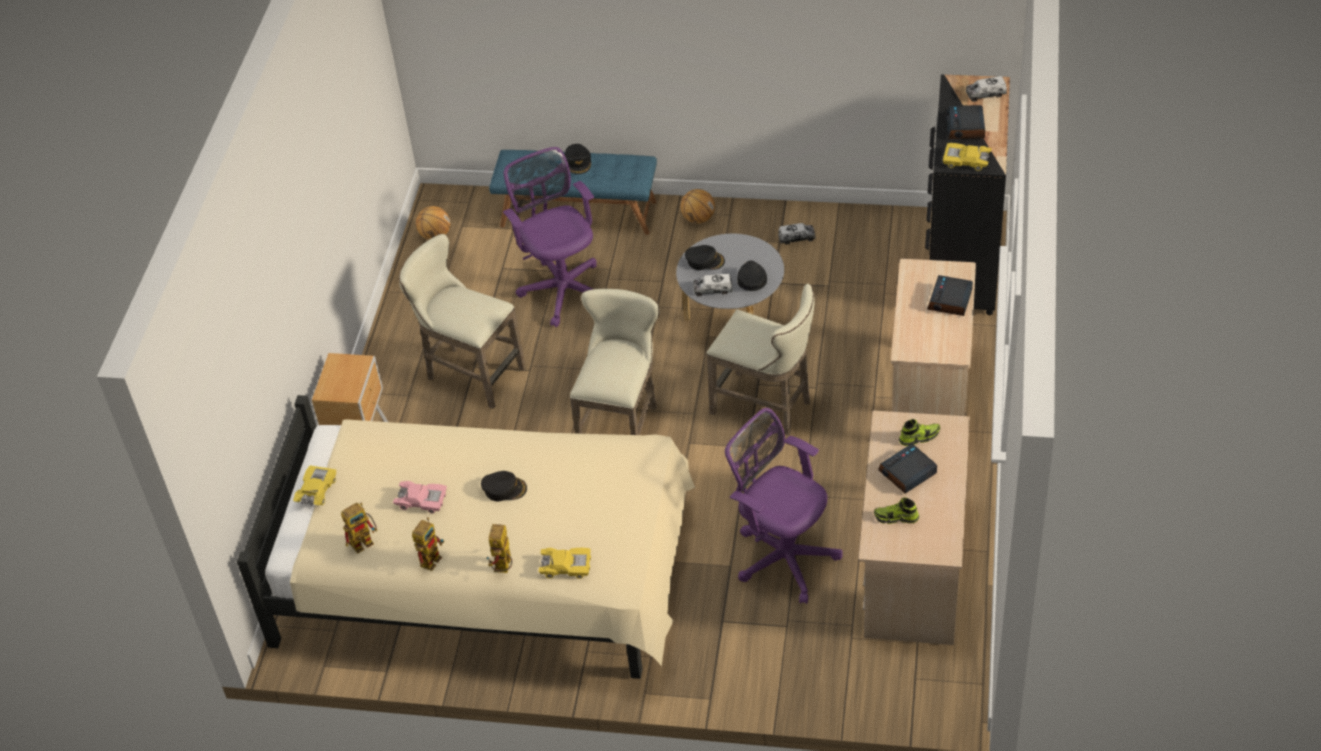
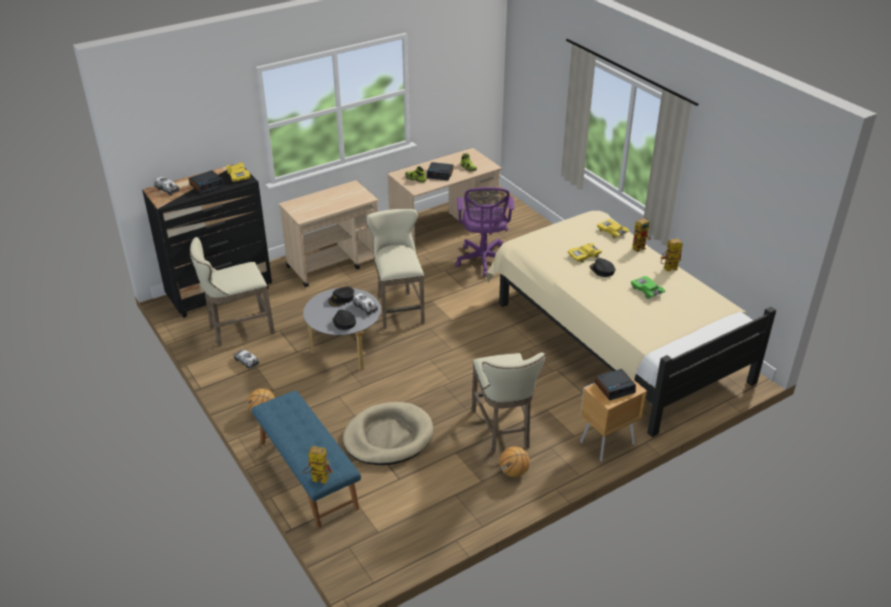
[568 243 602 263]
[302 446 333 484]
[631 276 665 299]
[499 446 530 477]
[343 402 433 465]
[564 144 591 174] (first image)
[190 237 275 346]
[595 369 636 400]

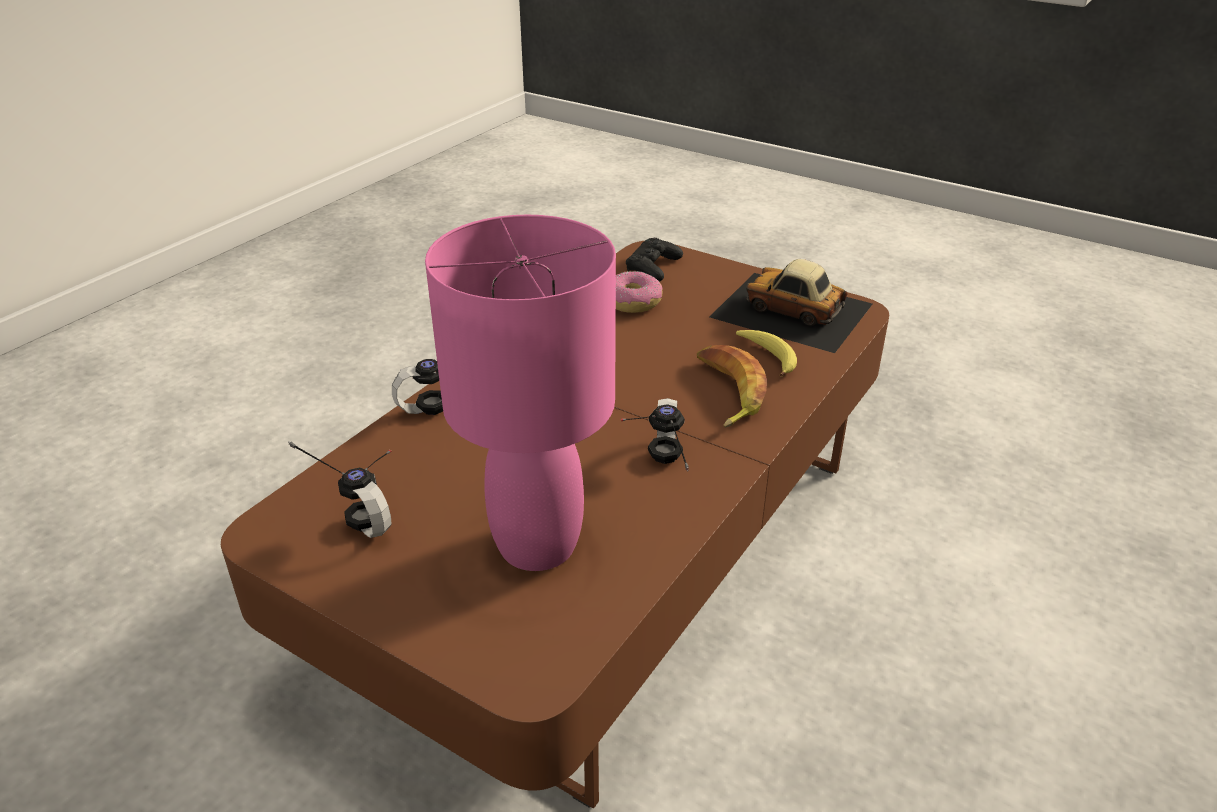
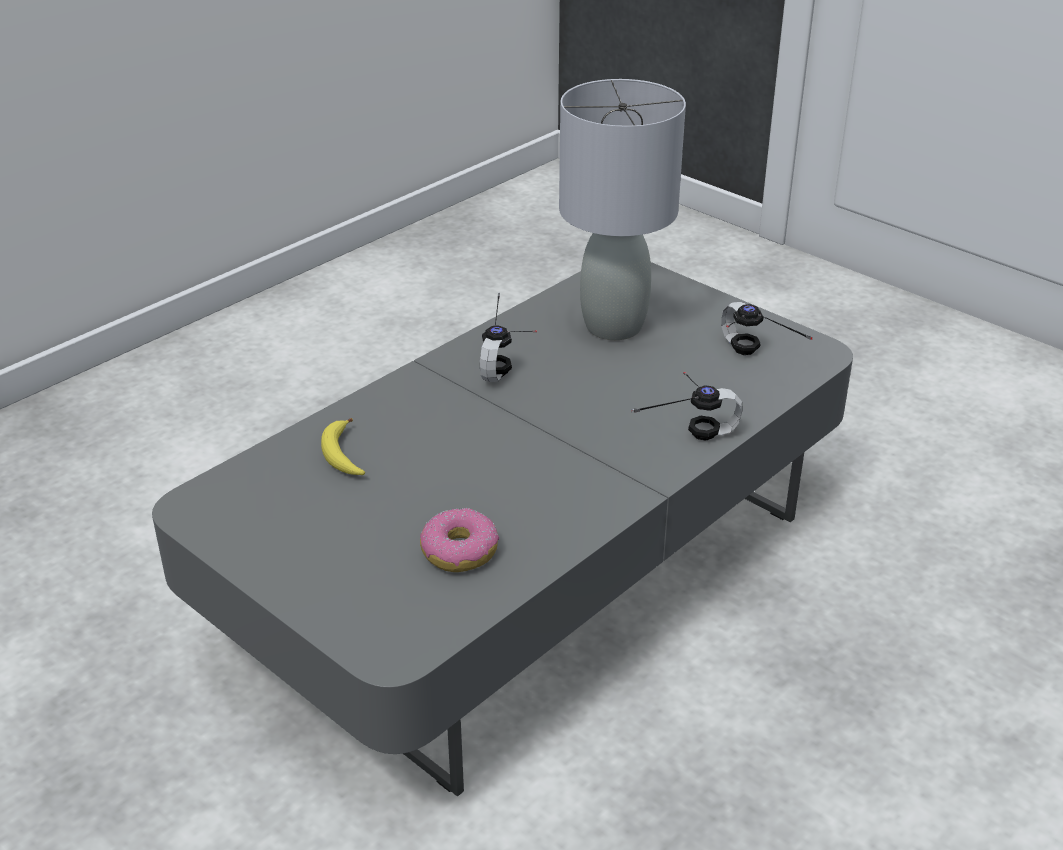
[152 262 853 796]
[559 79 686 340]
[626 238 683 282] (first image)
[697 345 767 428] (first image)
[709 259 872 353] (first image)

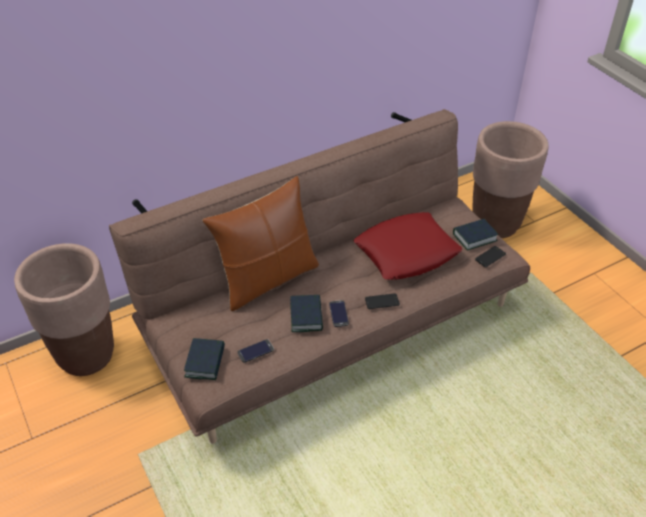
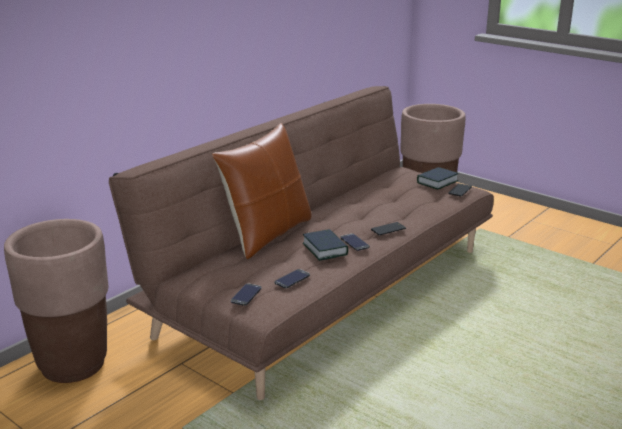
[231 283 261 306]
[354 212 462 280] (first image)

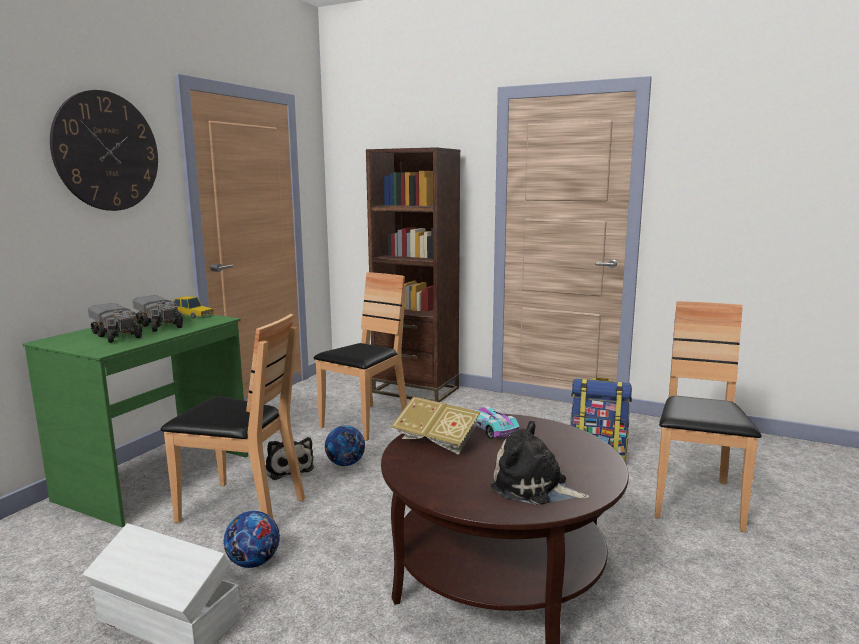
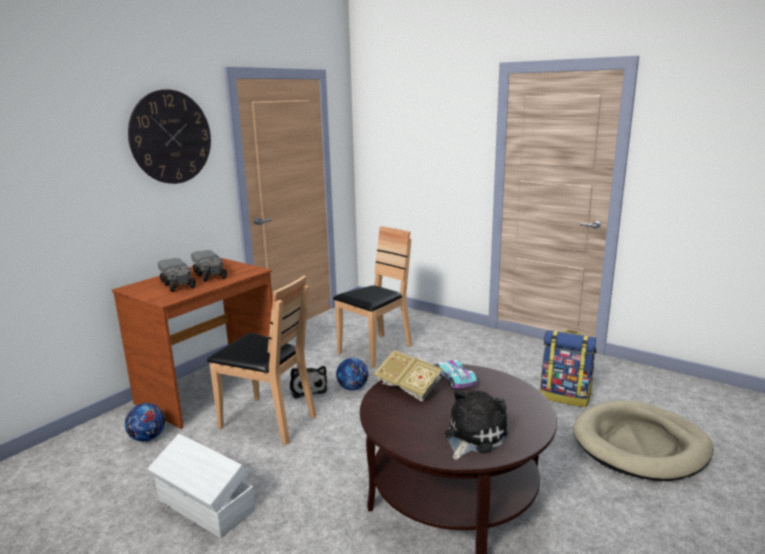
[112 258 273 429]
[173 296 213 318] (first image)
[125 403 165 442]
[366 147 461 402] (first image)
[445 390 508 460]
[573 401 713 481]

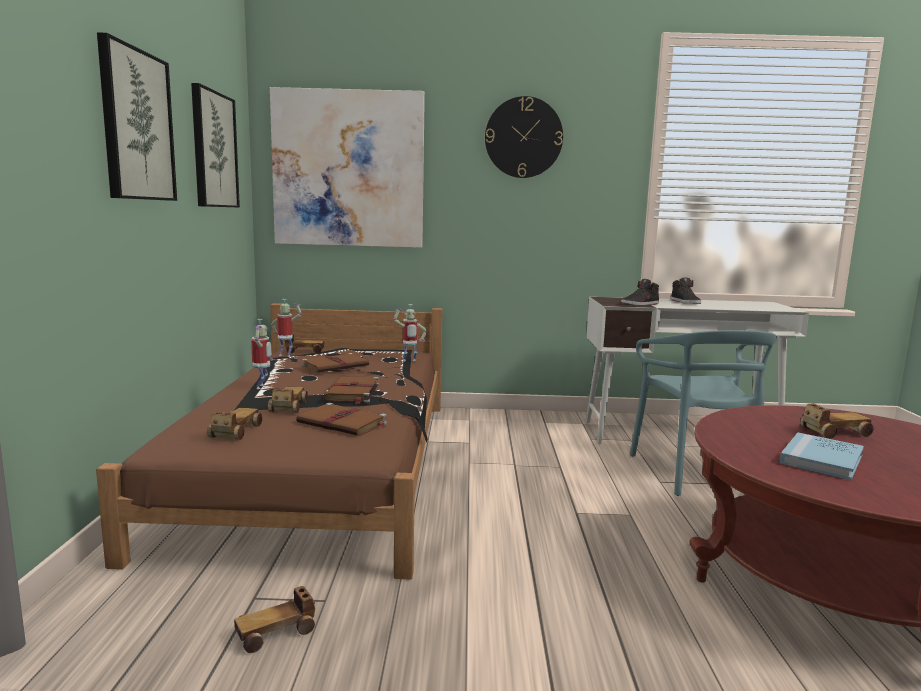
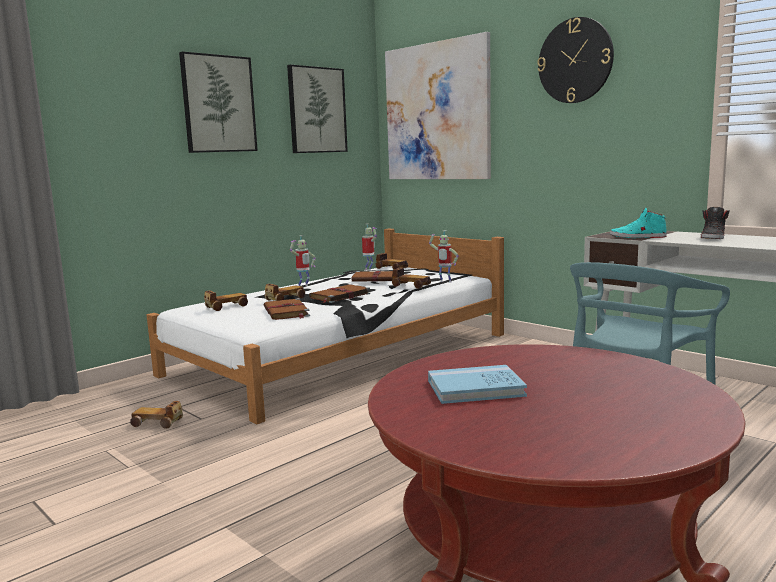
[147 229 504 424]
[610 208 667 238]
[392 268 431 289]

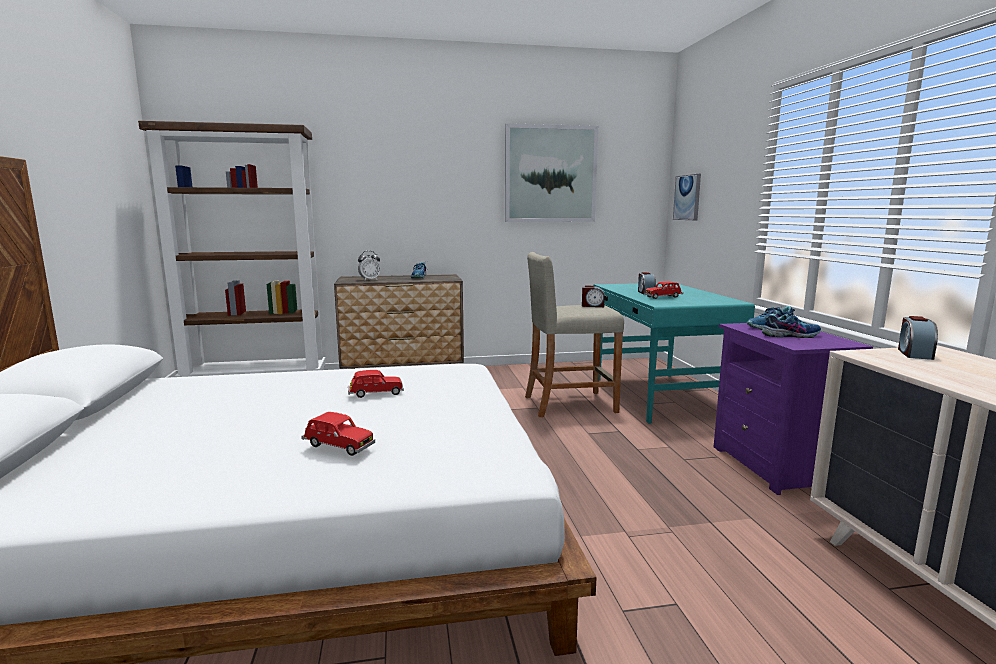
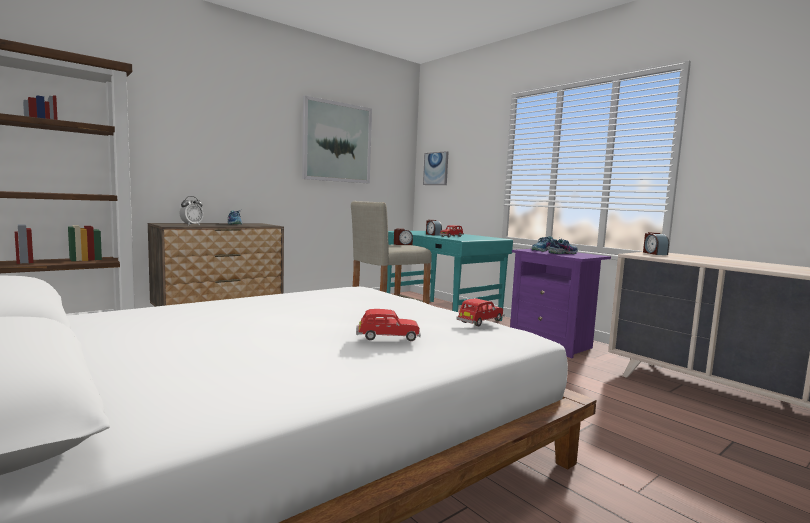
[456 298 504 326]

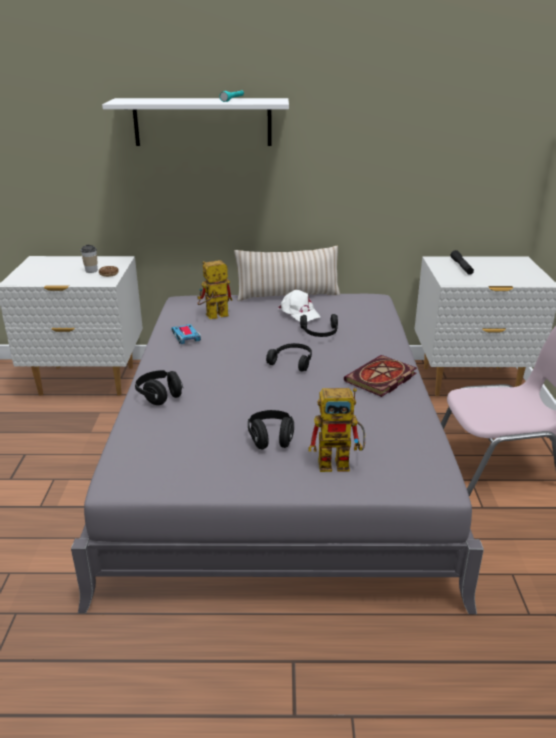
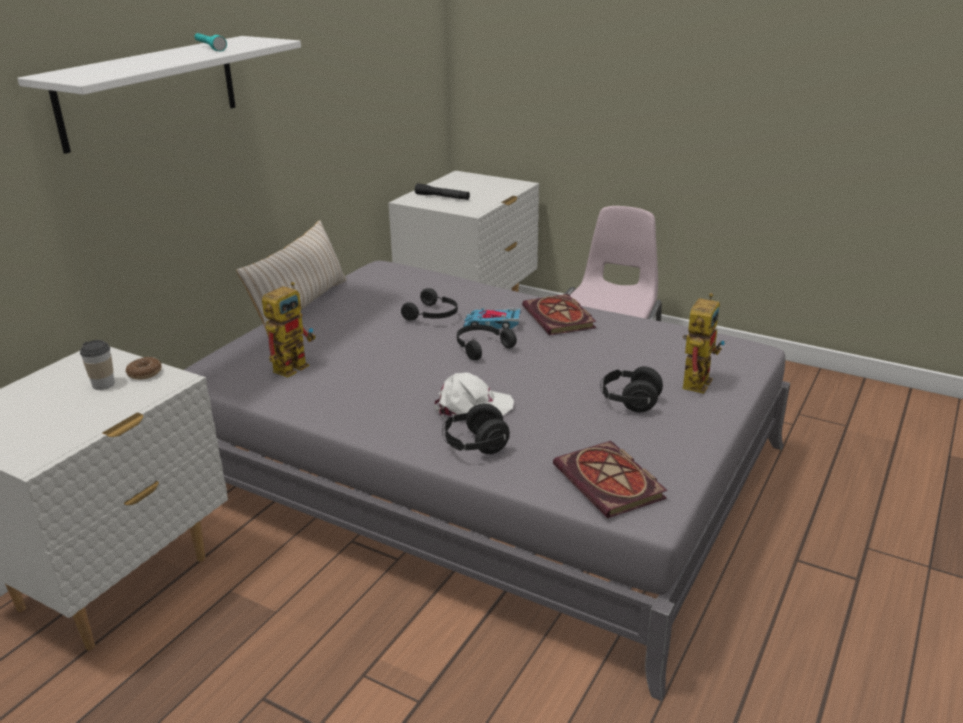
[463 308 521 329]
[262 282 316 378]
[434 372 514 418]
[553 441 667 518]

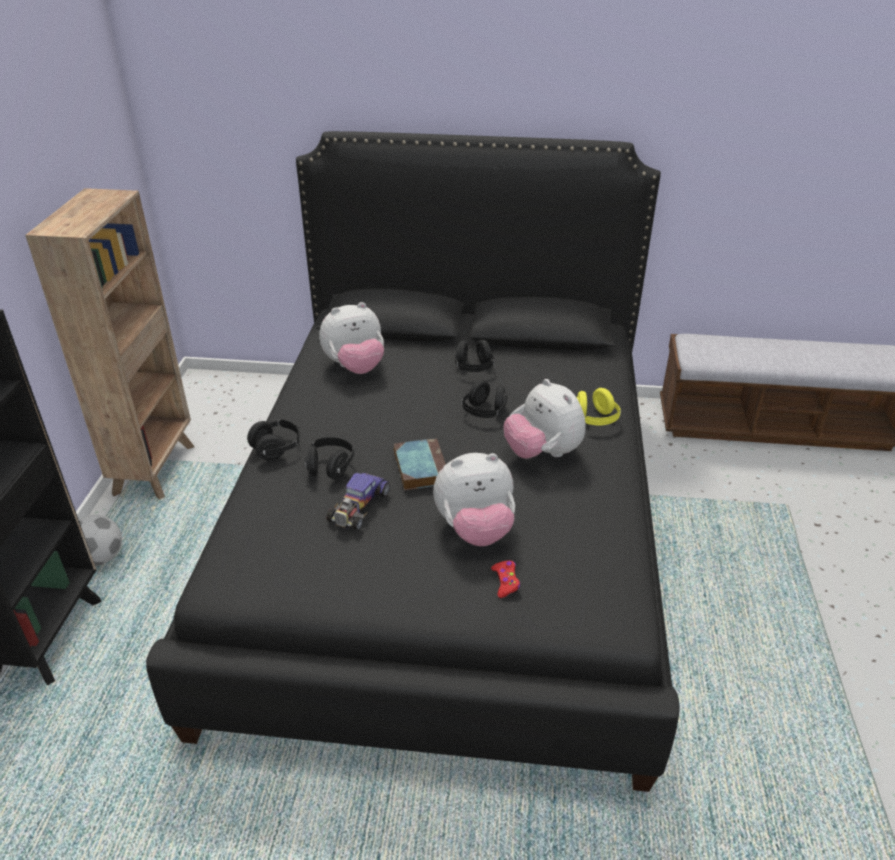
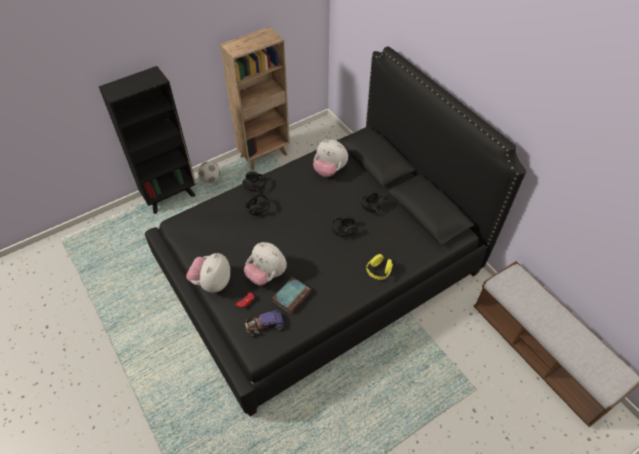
[245 310 284 337]
[273 277 311 314]
[186 253 230 293]

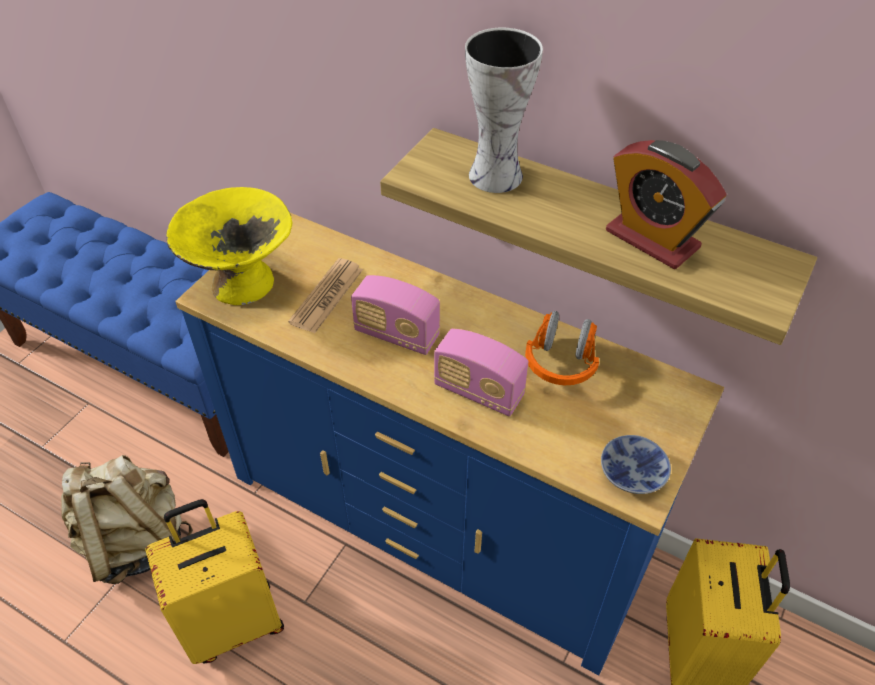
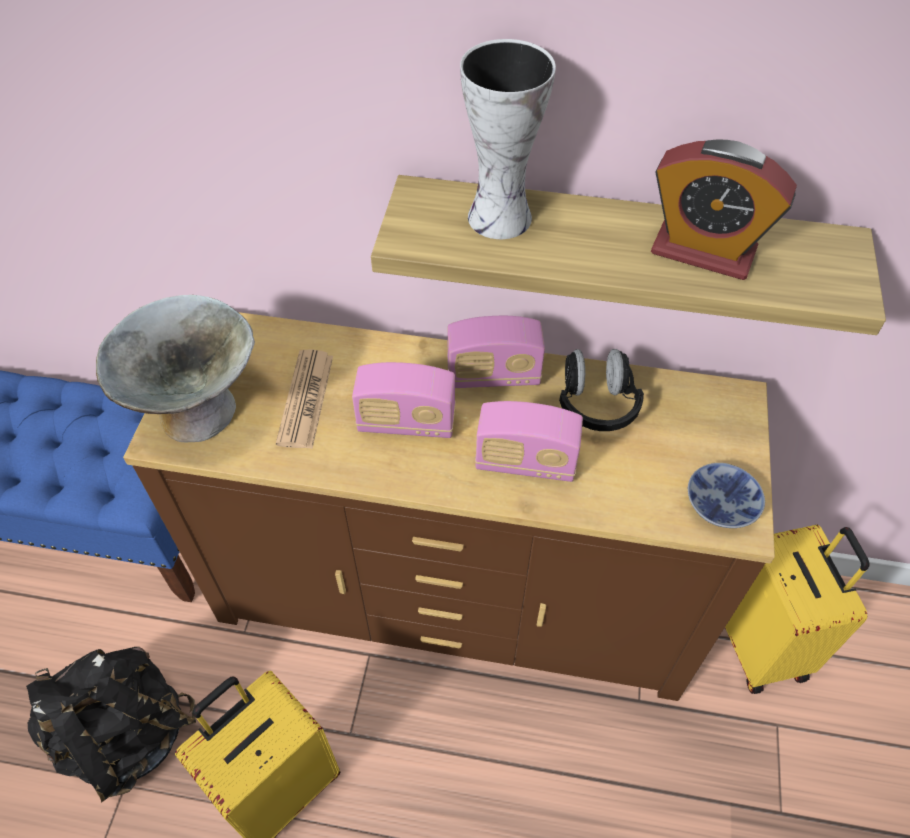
[26 647 196 803]
[96 295 255 442]
[123 312 775 701]
[559 349 644 431]
[447 316 545 388]

